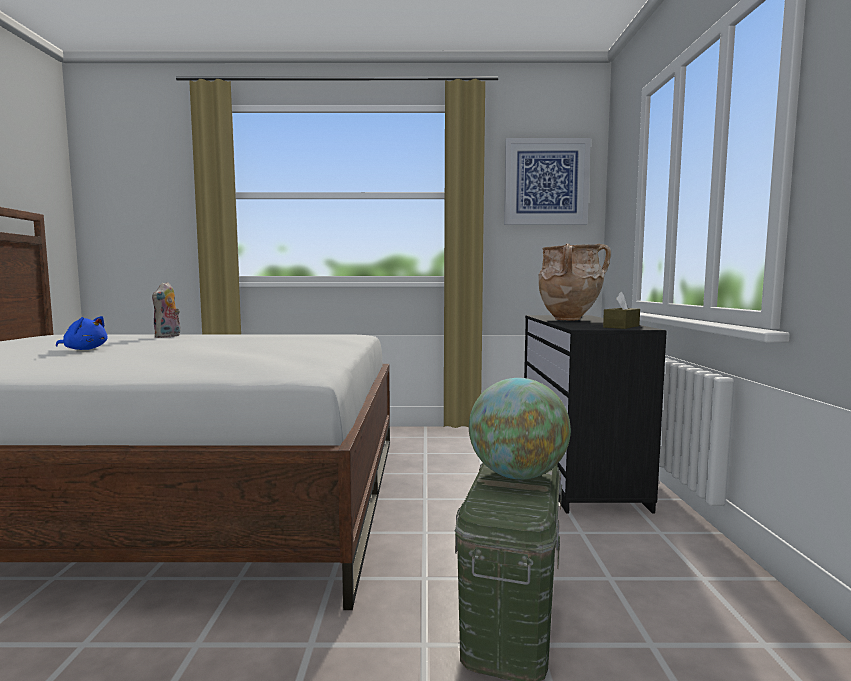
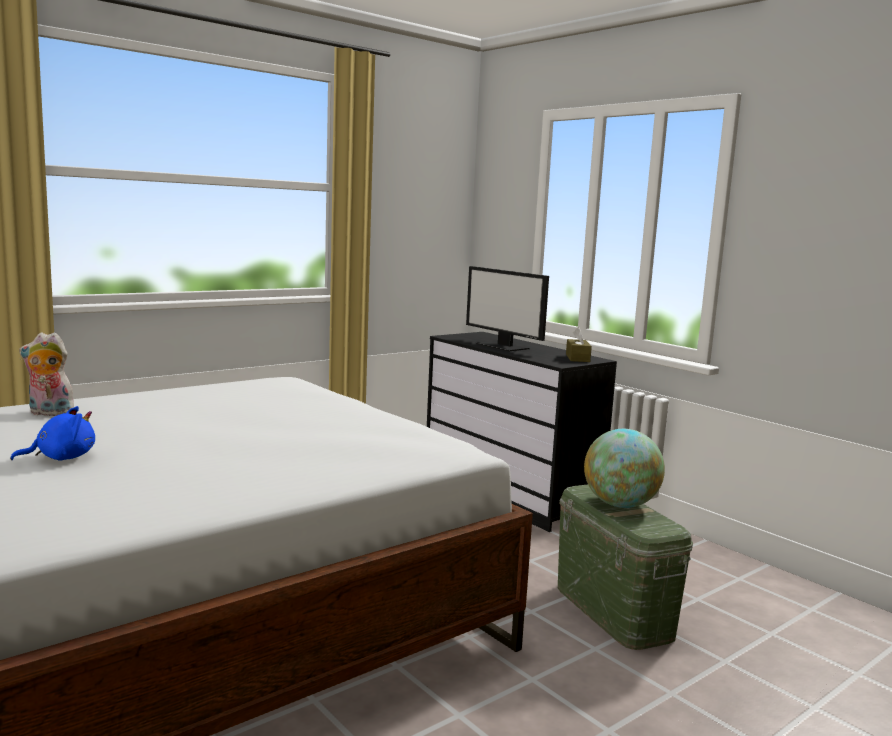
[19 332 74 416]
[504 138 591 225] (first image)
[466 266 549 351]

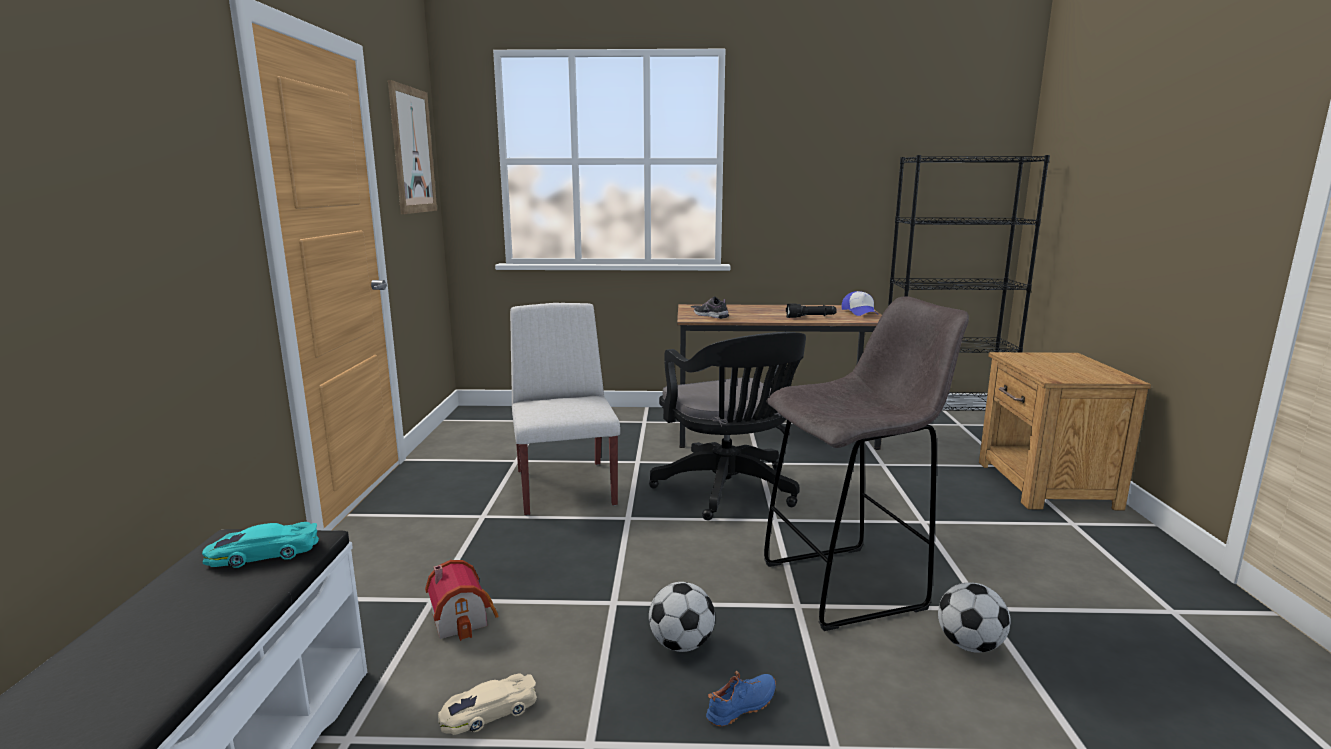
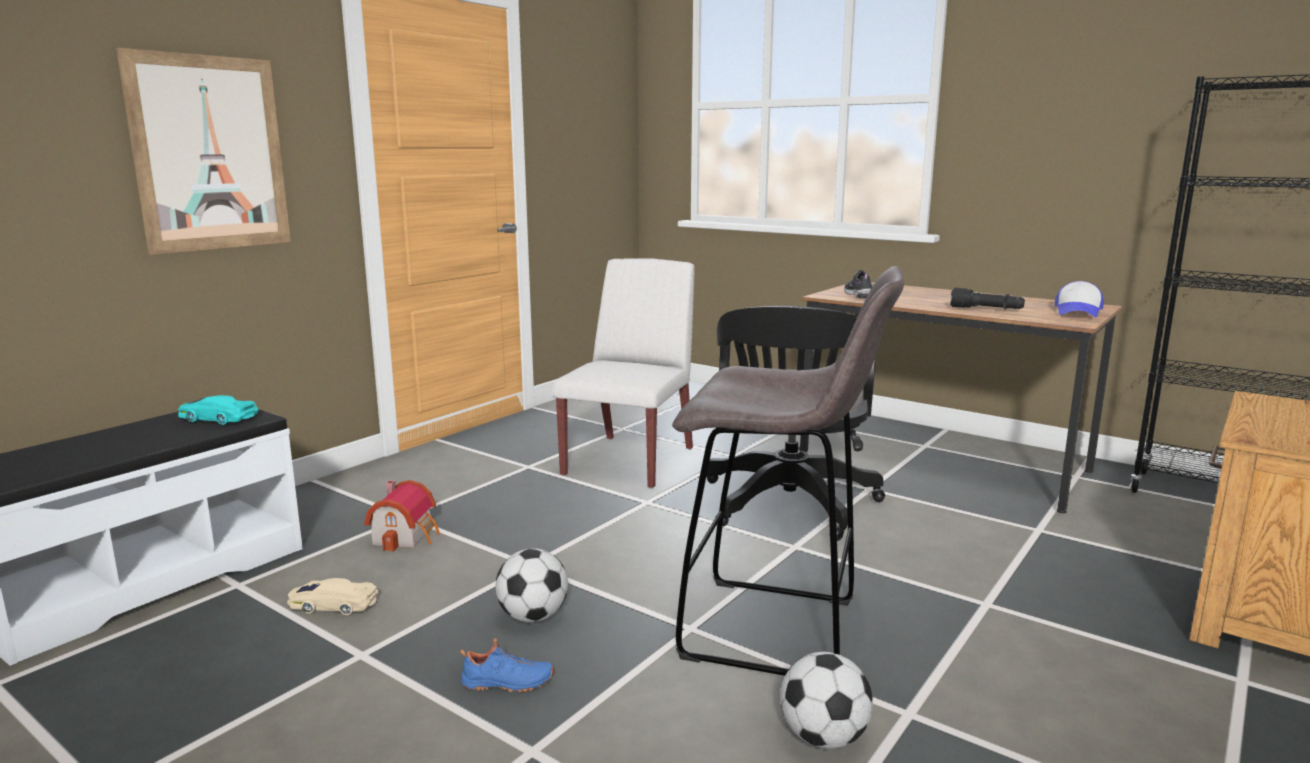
[116 48 291 255]

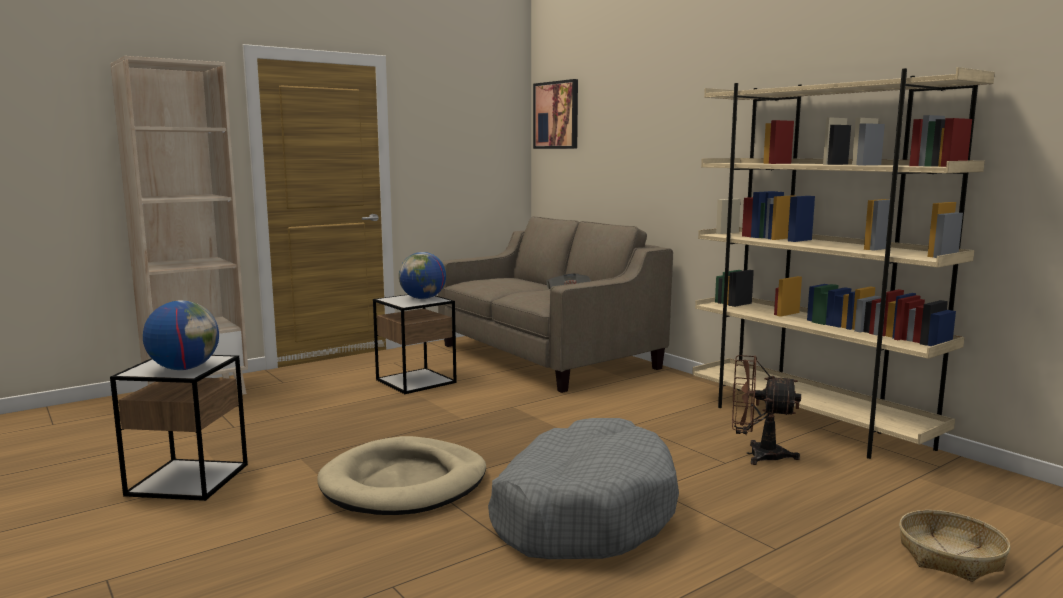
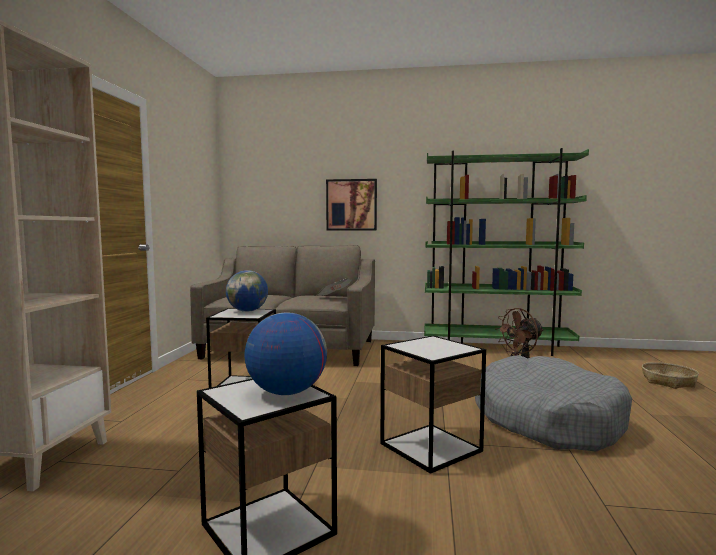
[380 336 486 474]
[326 179 377 230]
[424 148 589 356]

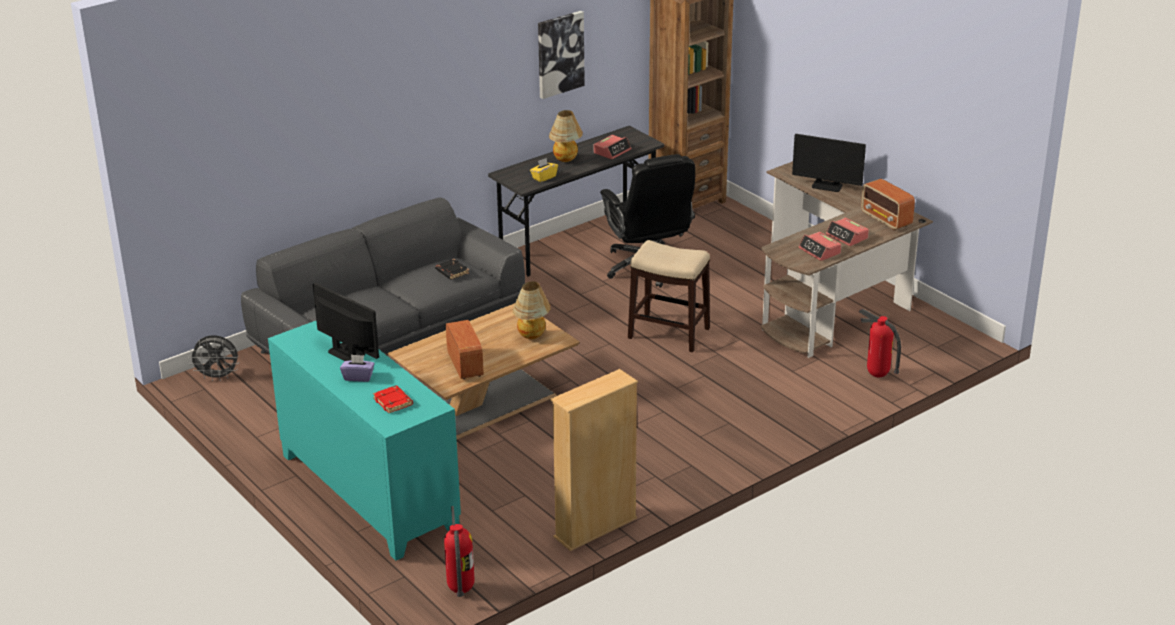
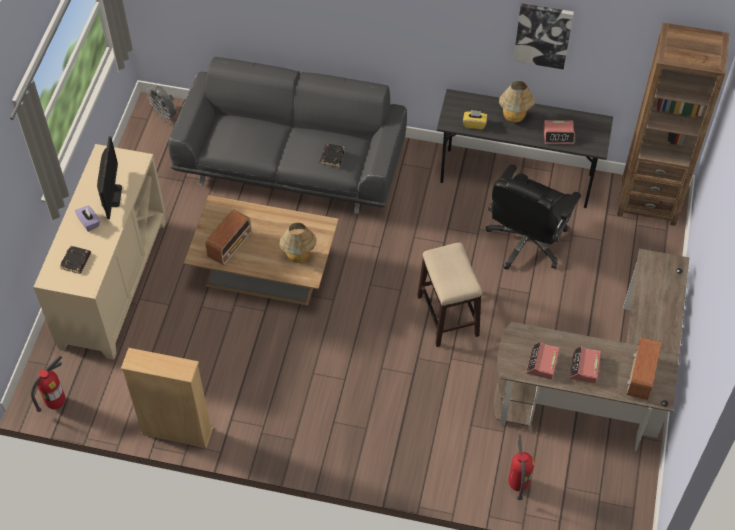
[34 144 166 360]
[60 246 91 274]
[792 134 866 192] (first image)

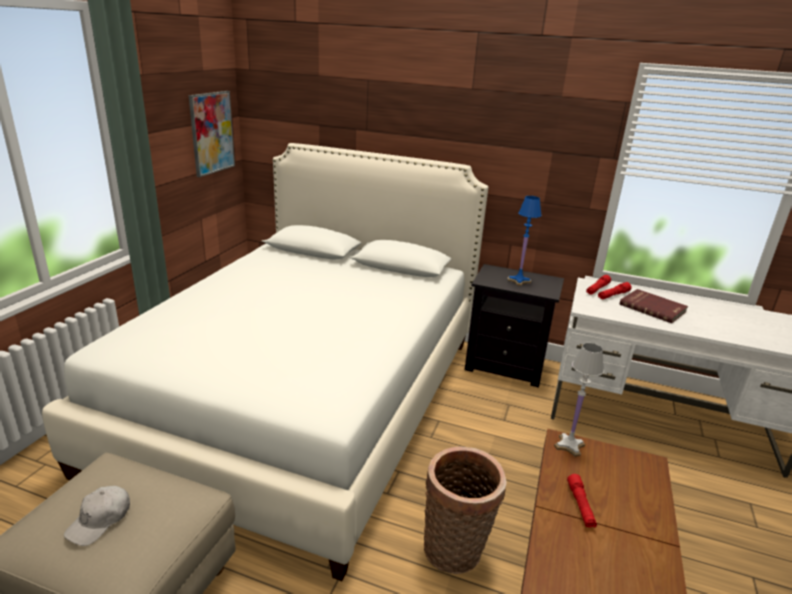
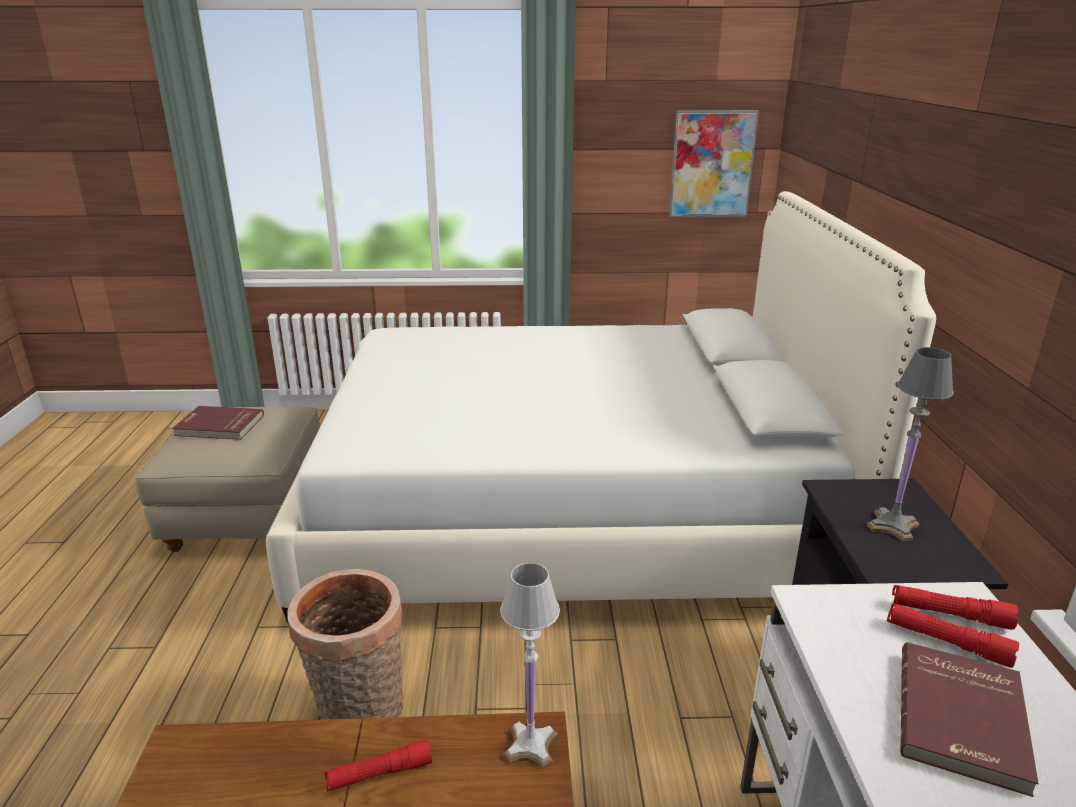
[172 406 264 440]
[867 347 954 541]

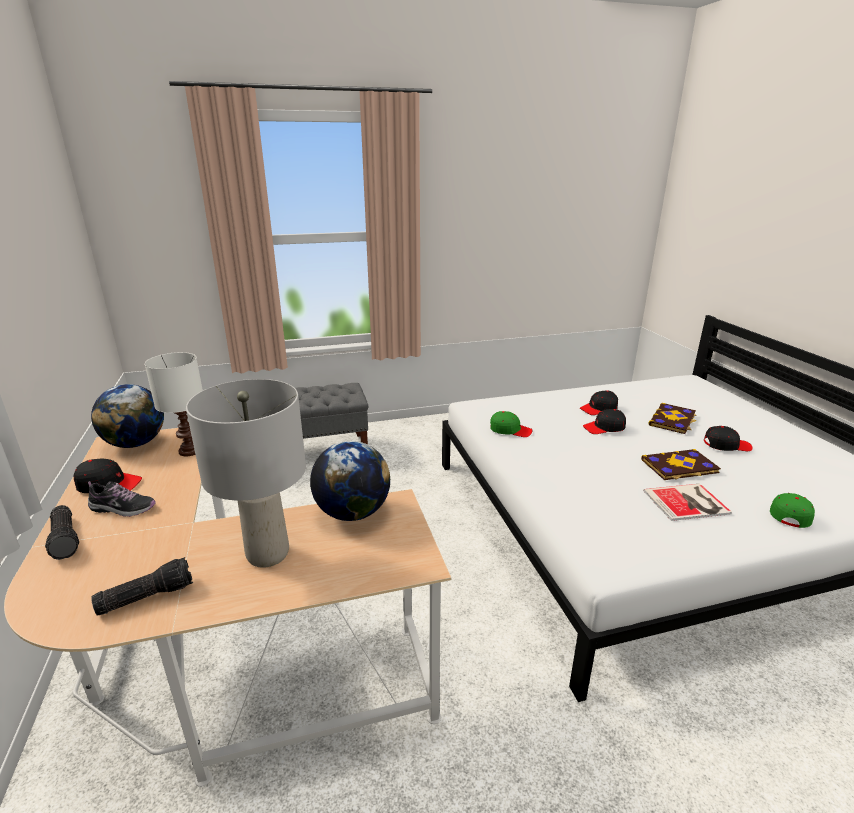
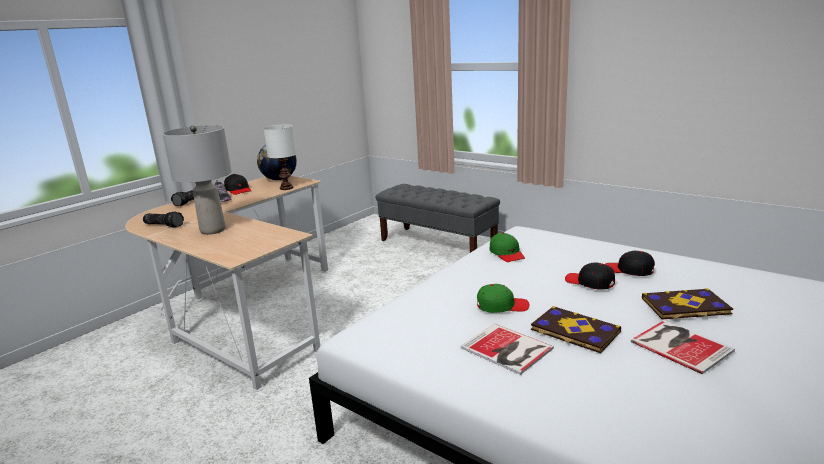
[310 441 390 521] (first image)
[631 320 735 374]
[477 284 529 313]

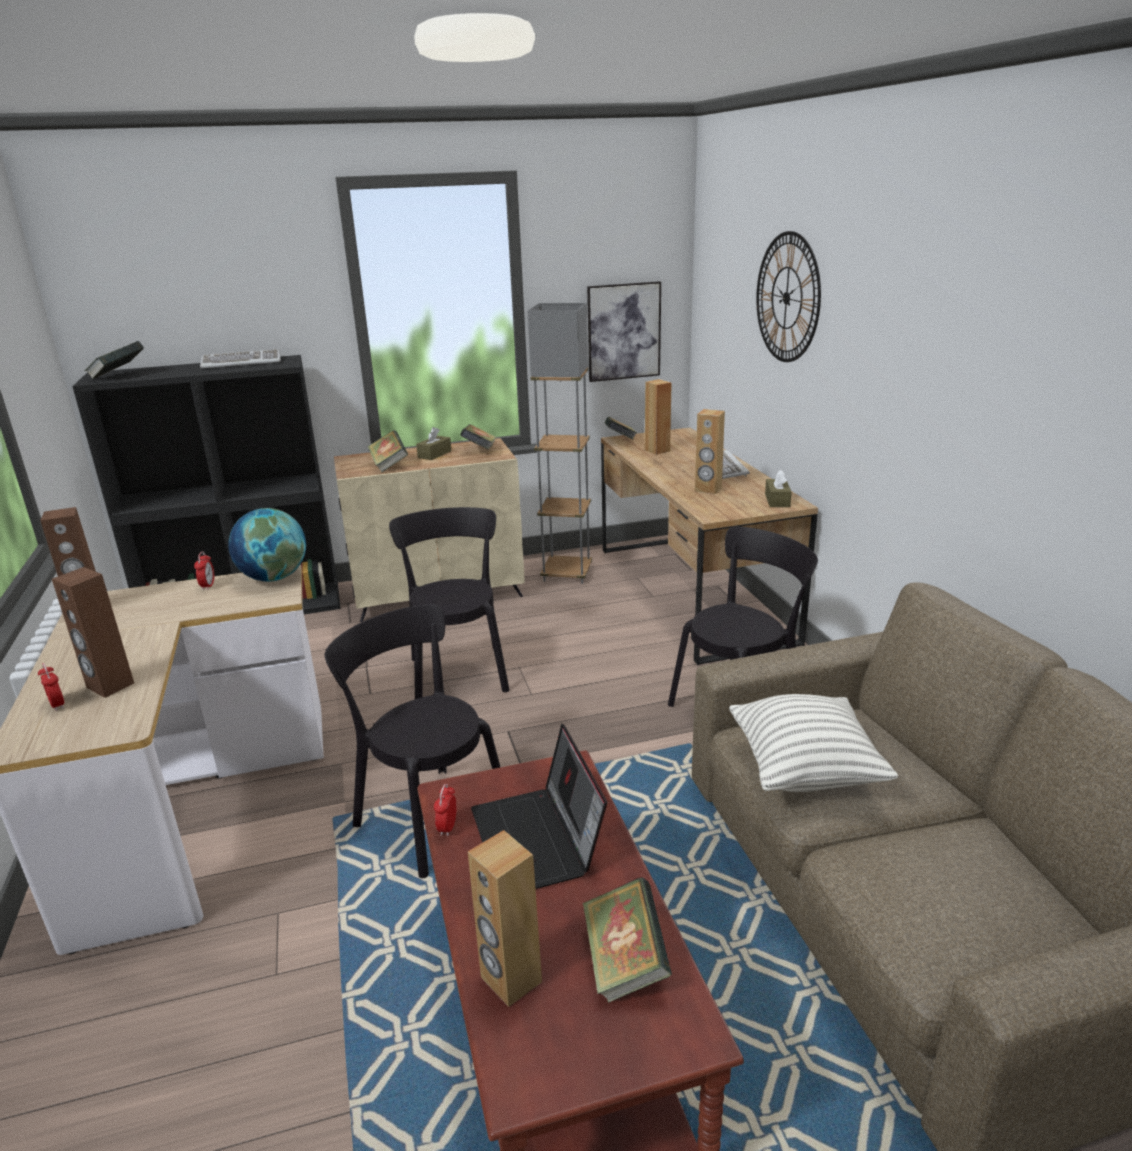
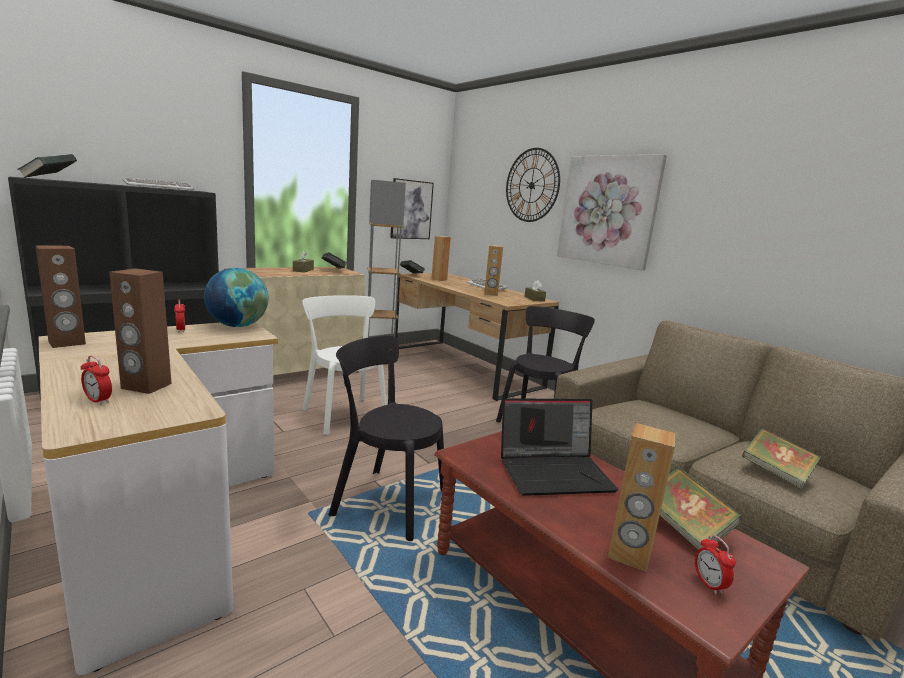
[742 428 821 489]
[303 295 387 435]
[695 535 736 594]
[501 398 618 496]
[729 694 898 792] (first image)
[557 154 667 271]

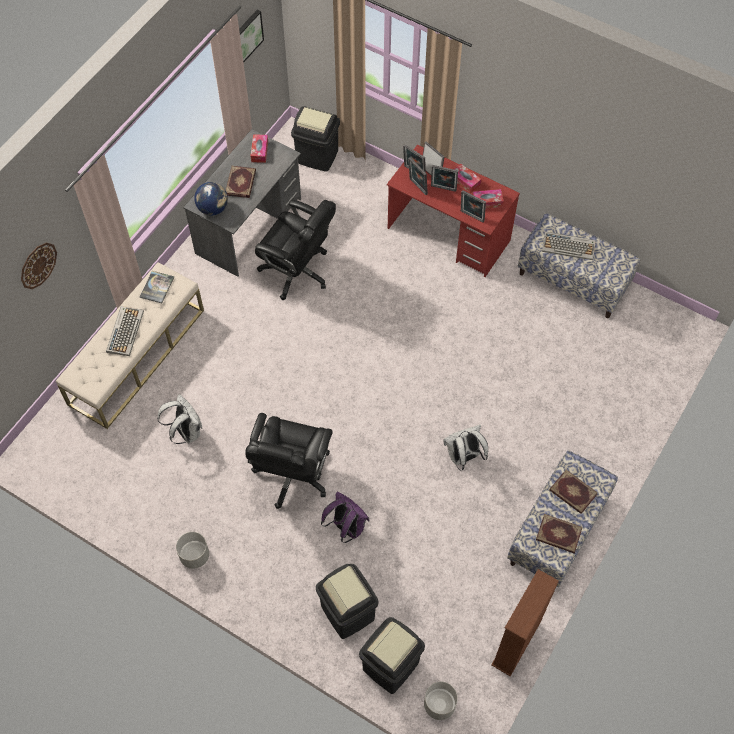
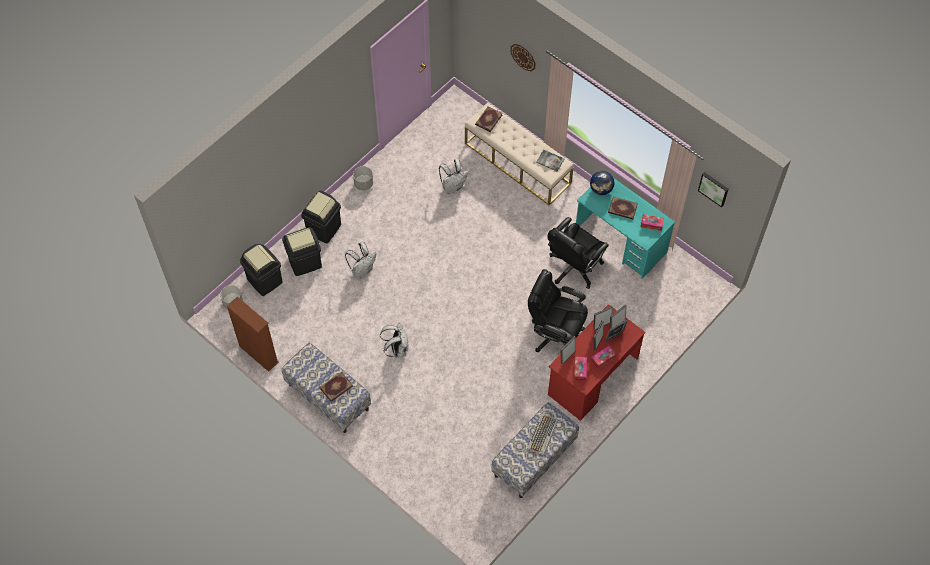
[106 306 144 356] (first image)
[576 178 675 279]
[528 269 588 352]
[301 190 341 244]
[345 242 376 278]
[475 107 503 132]

